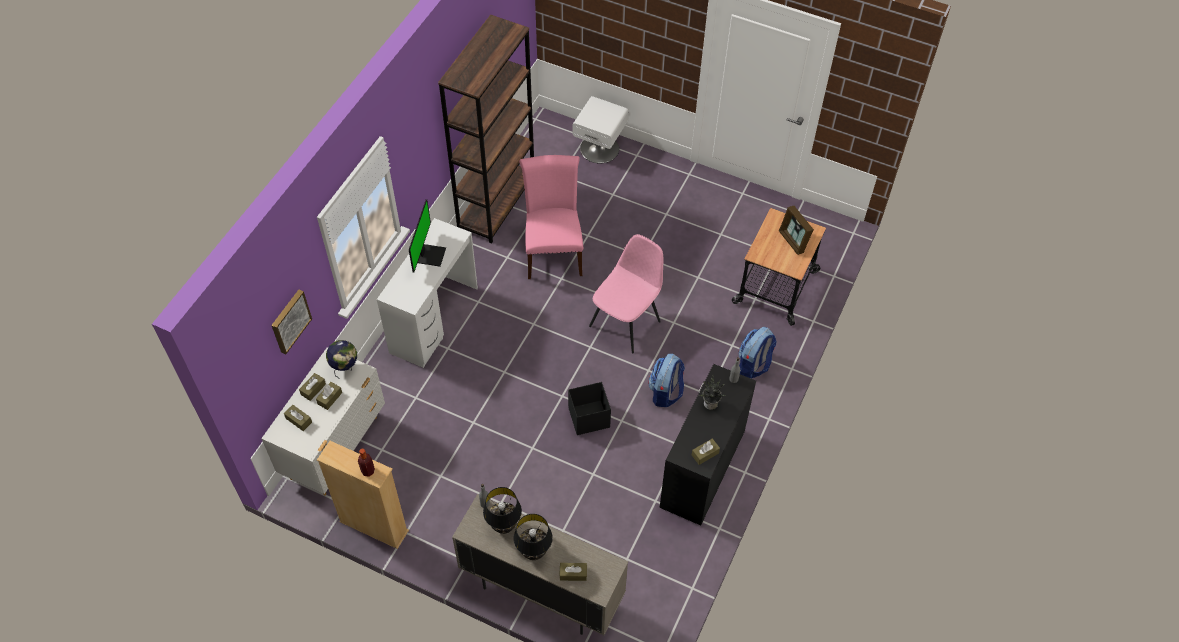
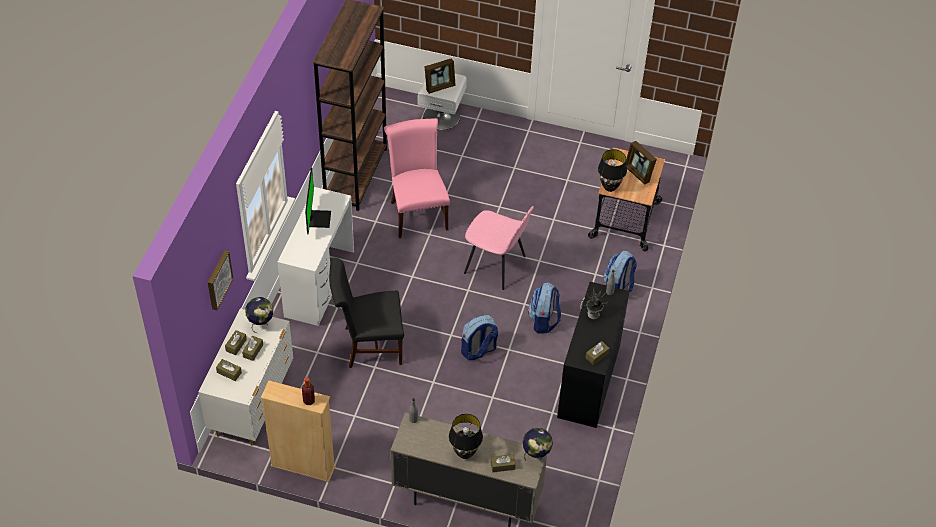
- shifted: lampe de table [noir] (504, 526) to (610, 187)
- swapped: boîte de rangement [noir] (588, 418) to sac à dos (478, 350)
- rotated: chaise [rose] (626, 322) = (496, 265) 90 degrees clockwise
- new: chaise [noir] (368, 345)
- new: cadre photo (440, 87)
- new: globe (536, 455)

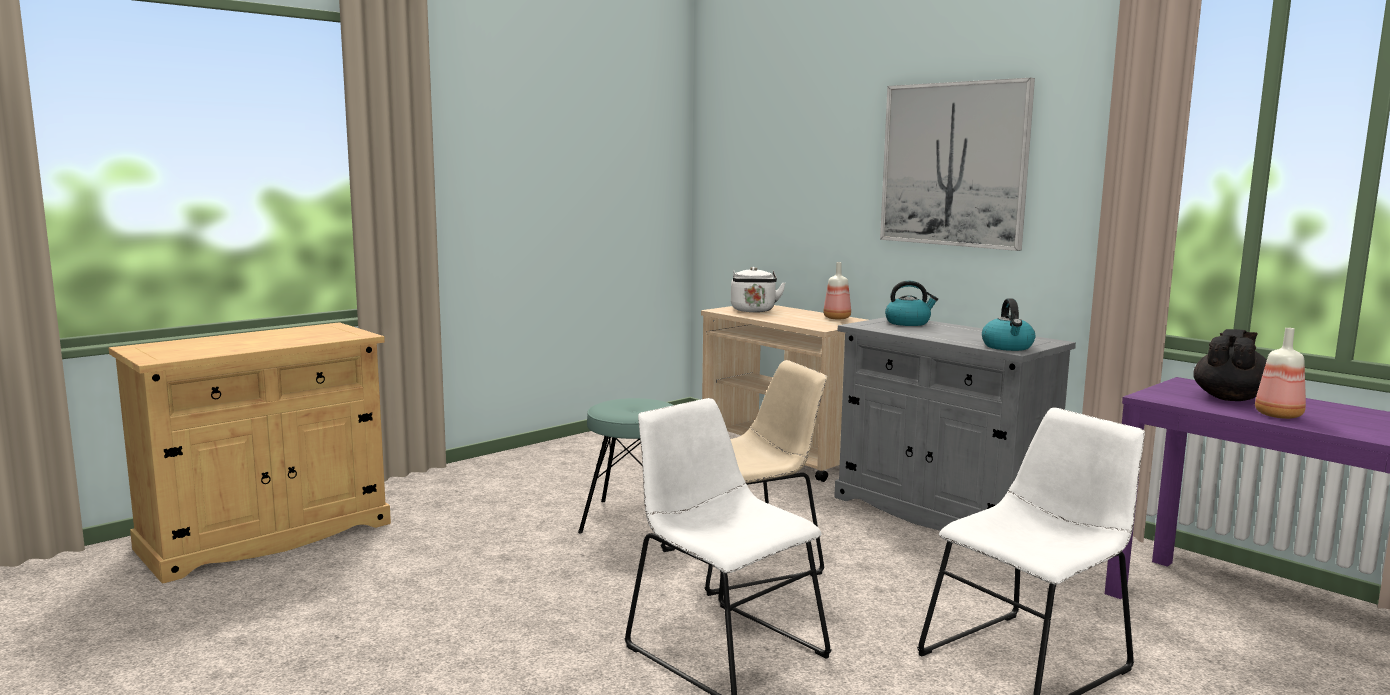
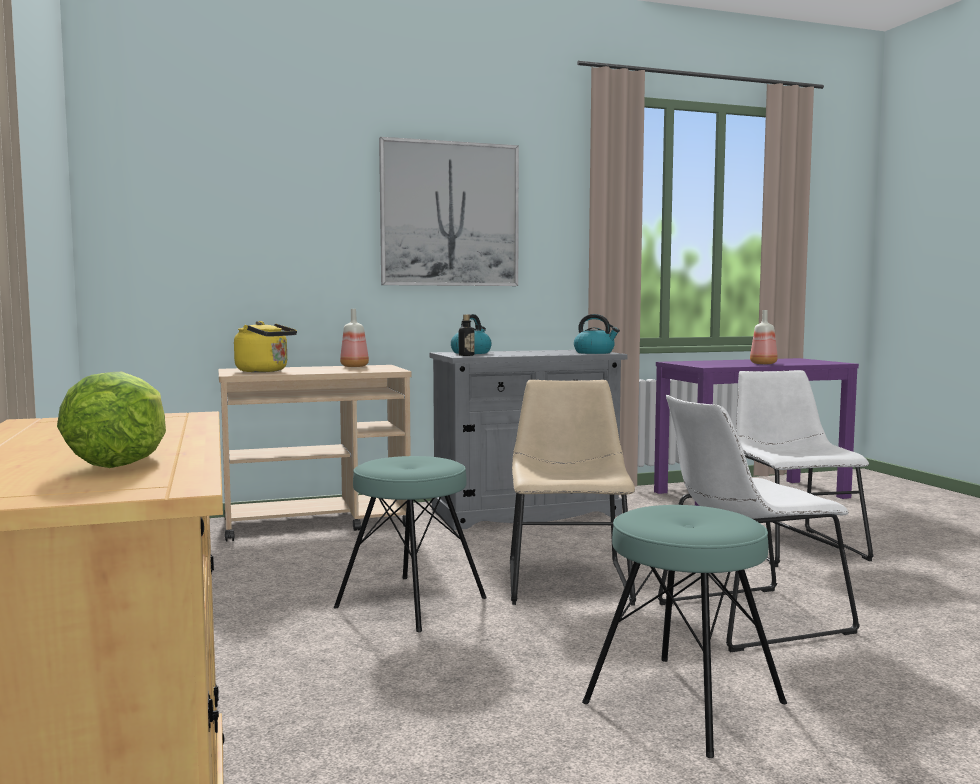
- repainted: bouilloire [blanc] (753, 311) to bouilloire [jaune] (265, 371)
- gone: théière [noir] (1231, 398)
- new: laitue (120, 462)
- new: bouteille (466, 355)
- new: tabouret [turquoise] (684, 703)

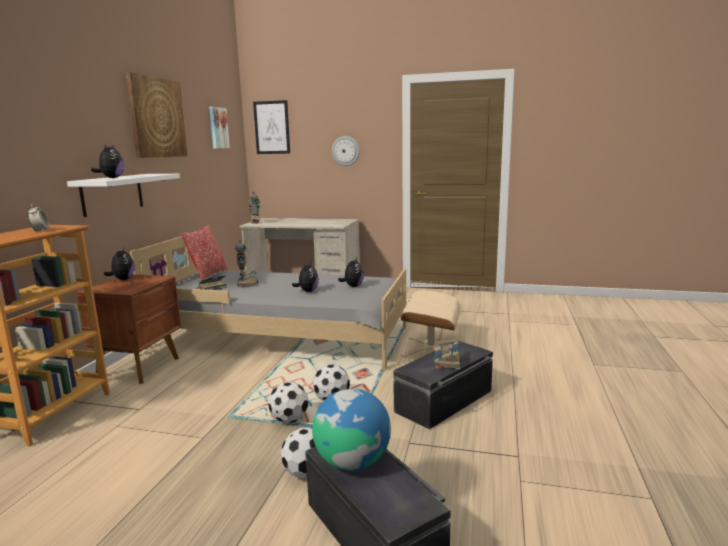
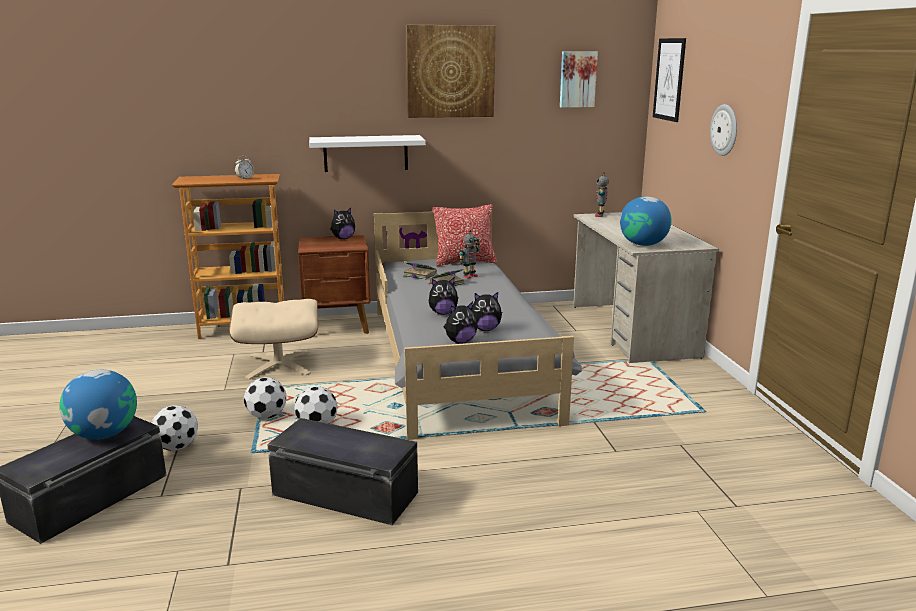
- shifted: peluche (111, 178) to (460, 341)
- shifted: pouf [beige] (430, 348) to (279, 364)
- gone: livre (447, 362)
- new: globe (643, 244)

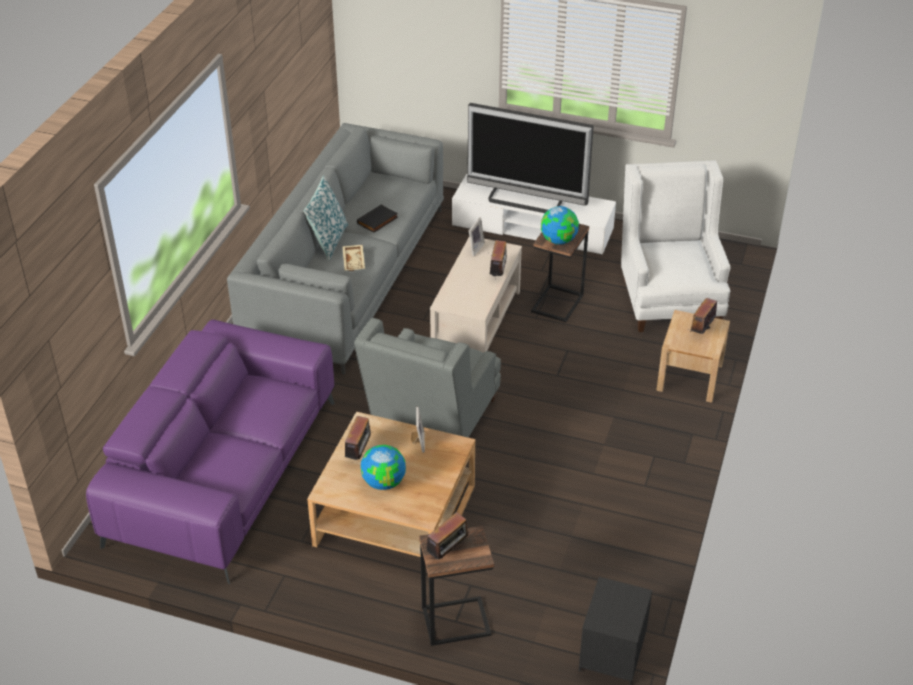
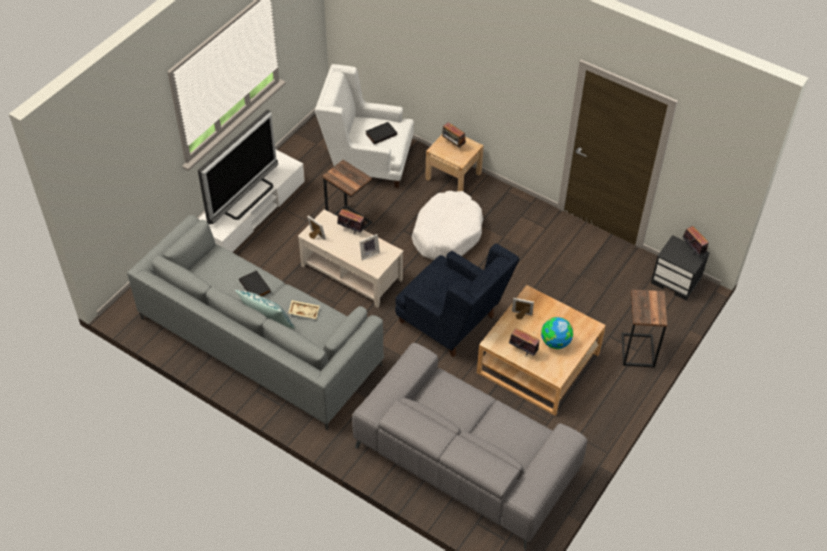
- repainted: canapé [violet] (223, 471) to canapé [gris] (465, 459)
- repainted: fauteuil [gris] (432, 423) to fauteuil [bleu] (453, 323)
- shifted: radio (448, 552) to (693, 249)
- gone: globe (559, 240)
- new: cadre photo (369, 253)
- new: livre [noir] (381, 134)
- new: panier pour chien [blanc] (447, 233)

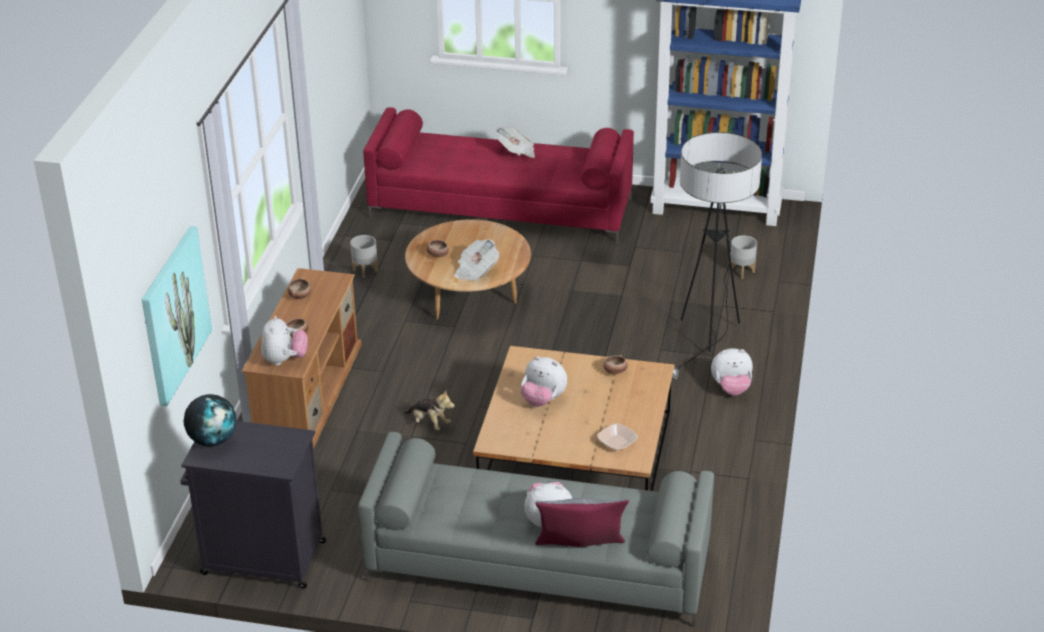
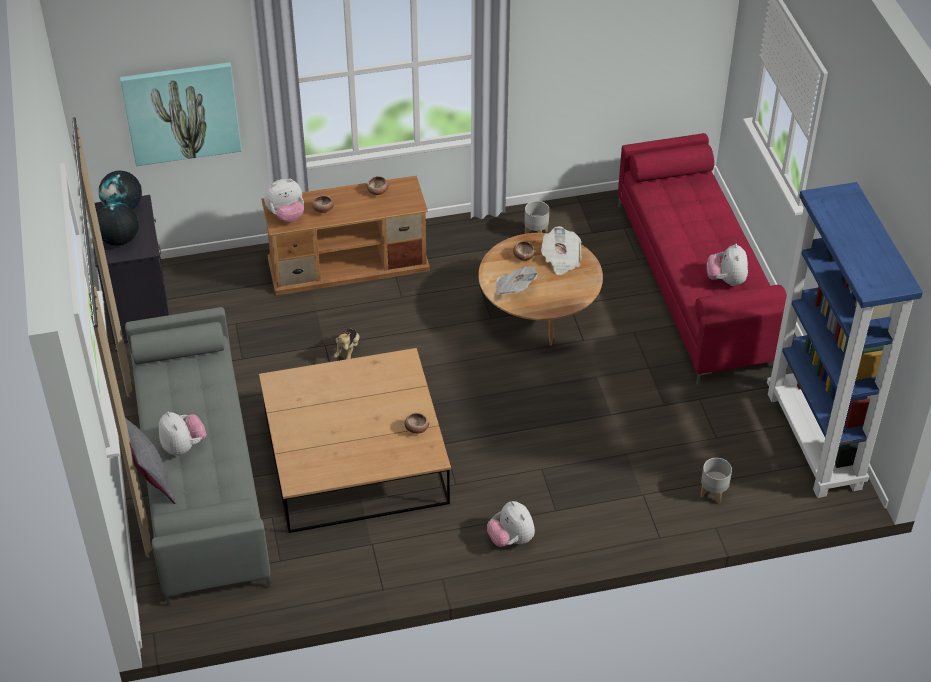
- shifted: journal (516, 152) to (561, 260)
- shifted: peluche (543, 400) to (726, 280)
- gone: bol (617, 442)
- gone: lampadaire (708, 337)
- new: globe (119, 240)

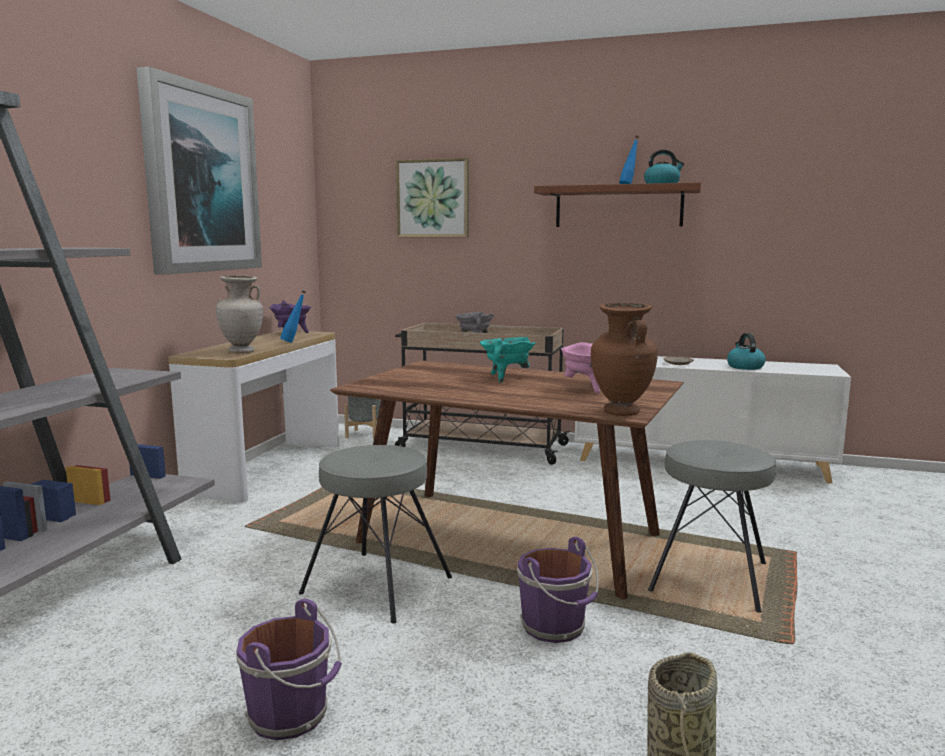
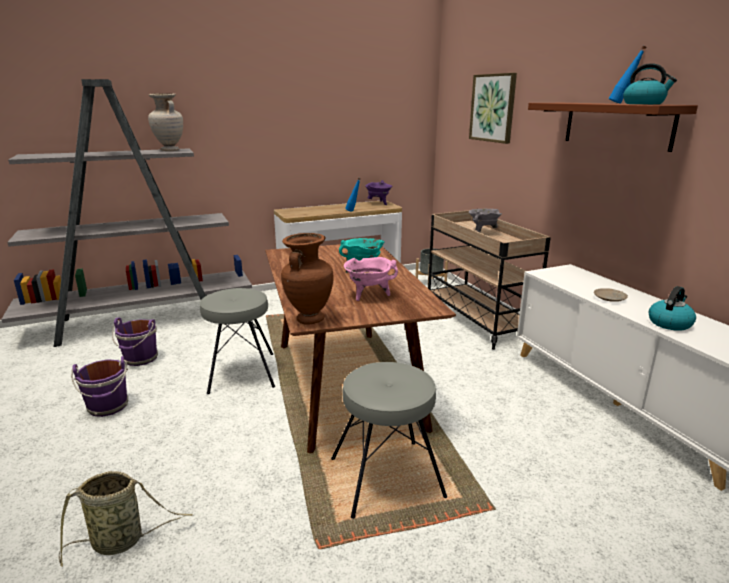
- gone: tableau (201, 180)
- shifted: vase [beige] (242, 352) to (169, 150)
- shifted: seau [violet] (556, 627) to (140, 359)

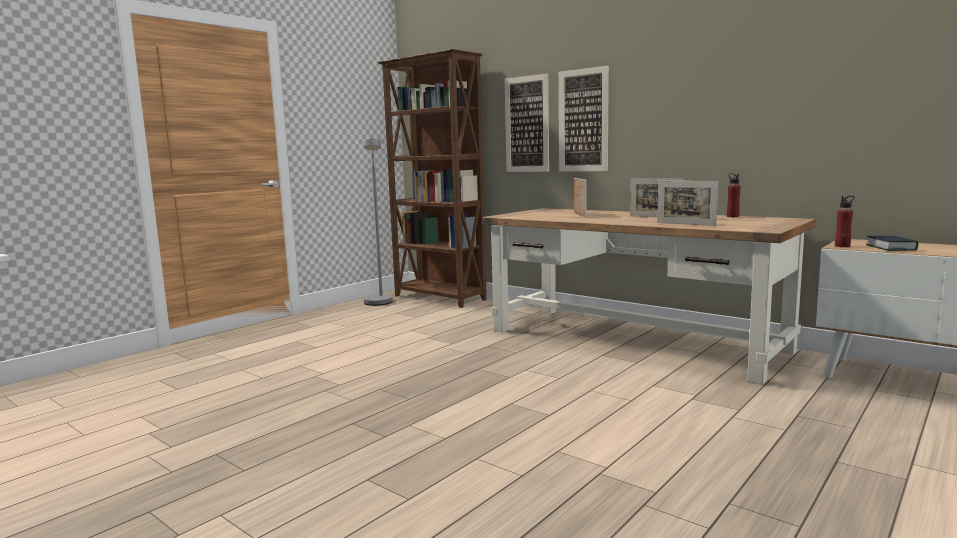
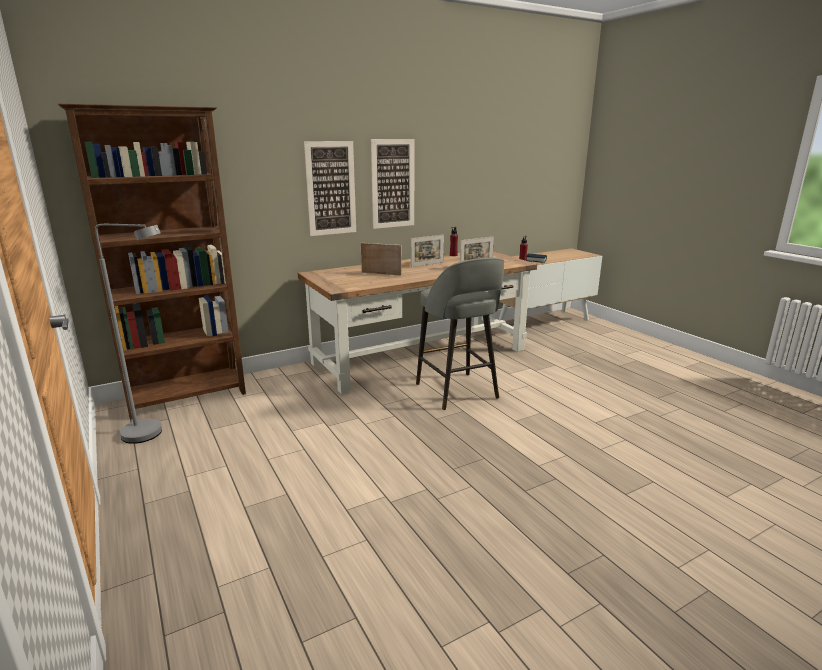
- shifted: tableau (527, 124) to (393, 184)
- new: tabouret [gris] (457, 392)

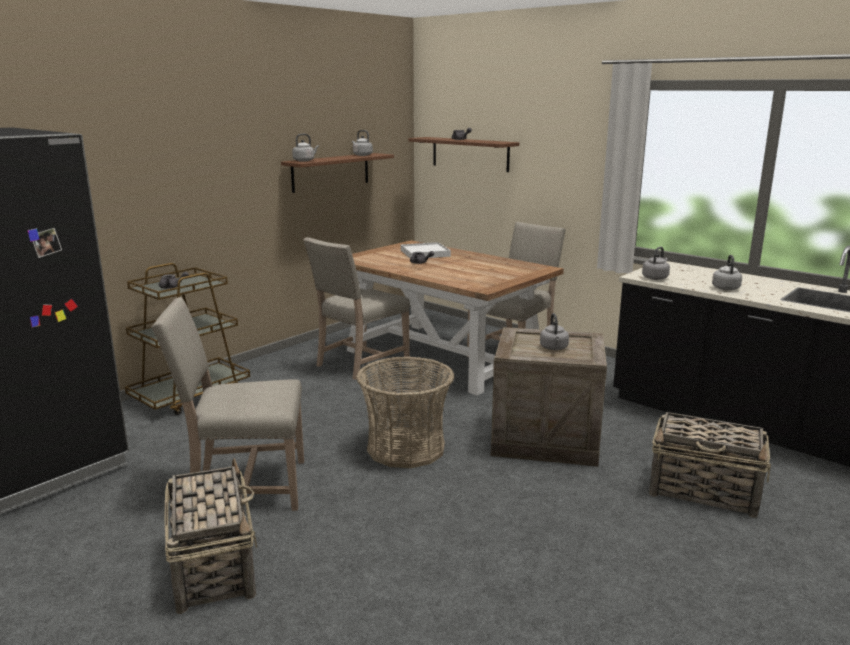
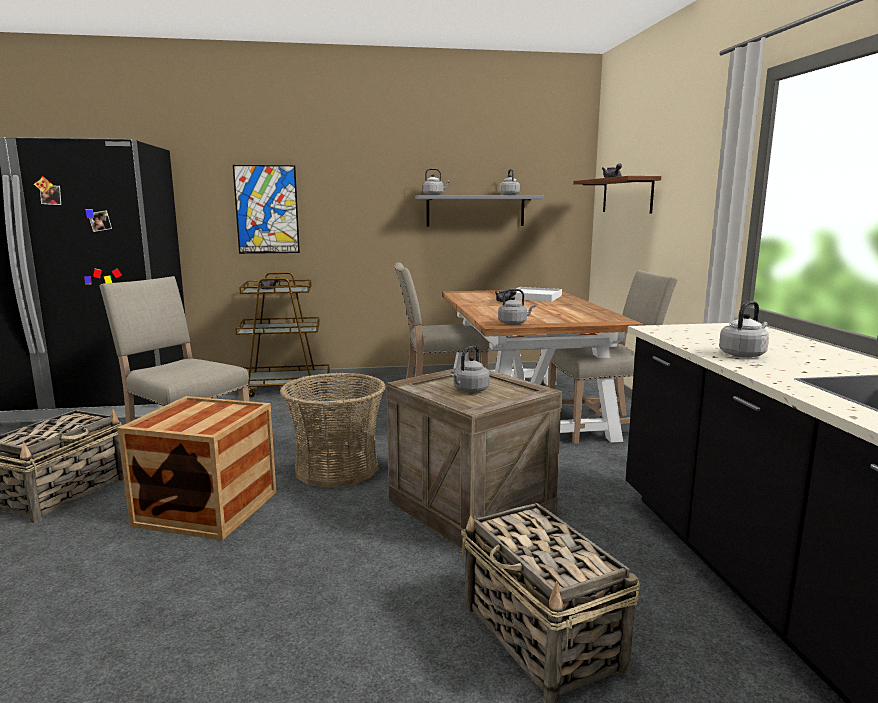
- repainted: étagère [marron] (331, 172) to étagère [gris] (475, 210)
- shifted: bouilloire [gris] (655, 278) to (514, 323)
- new: caisse (207, 508)
- new: tableau (267, 209)

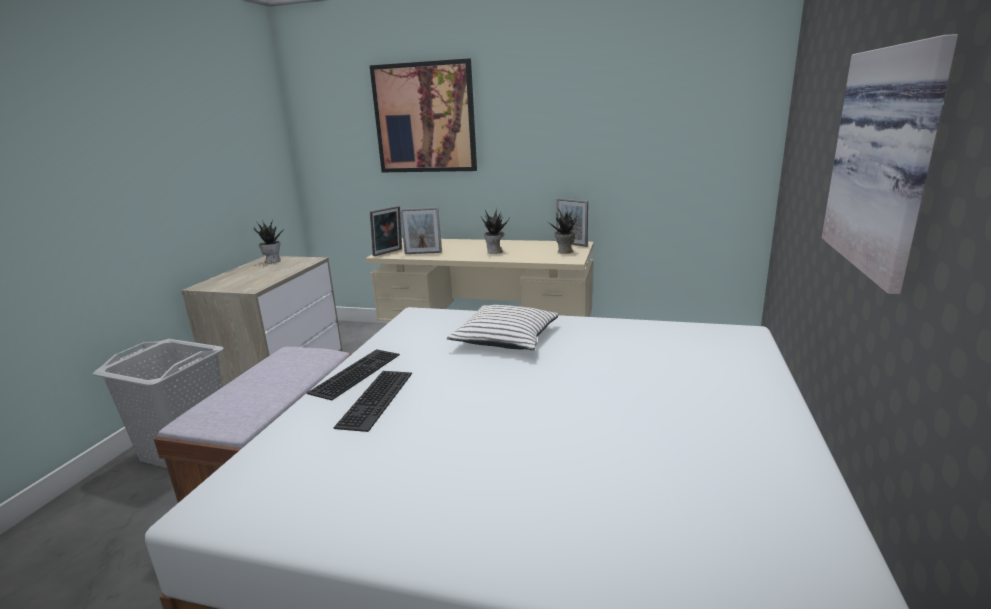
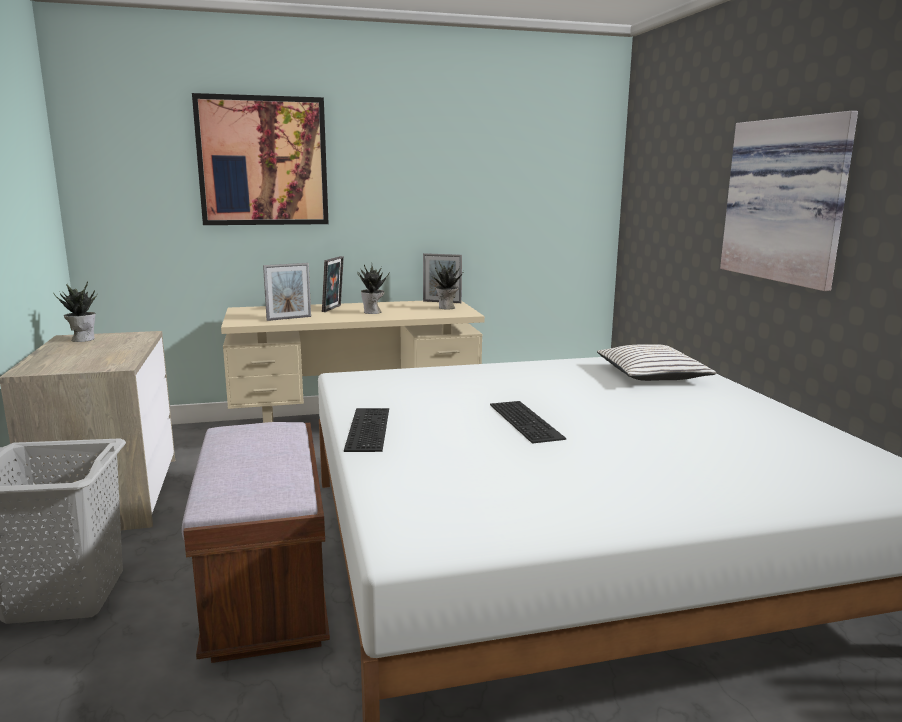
- shifted: clavier (378, 399) to (528, 421)
- shifted: cadre photo (388, 252) to (333, 308)
- shifted: coussin [blanc] (506, 338) to (652, 374)

